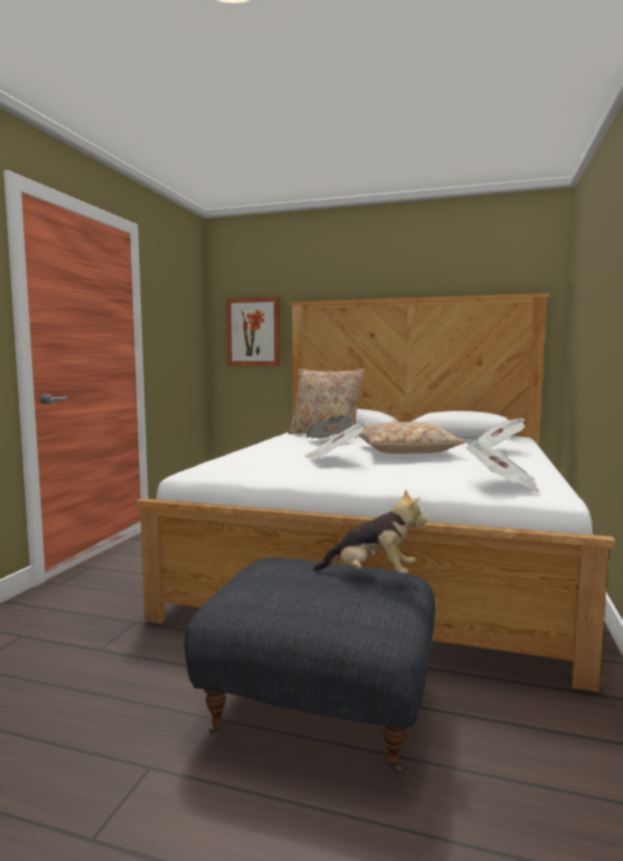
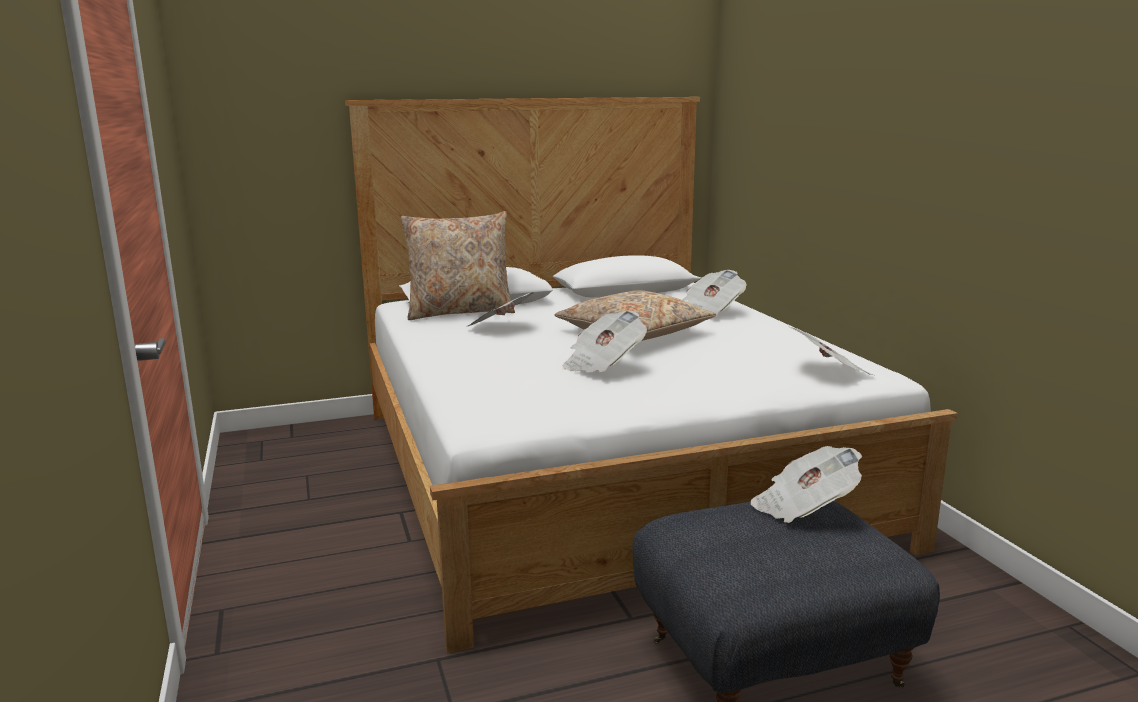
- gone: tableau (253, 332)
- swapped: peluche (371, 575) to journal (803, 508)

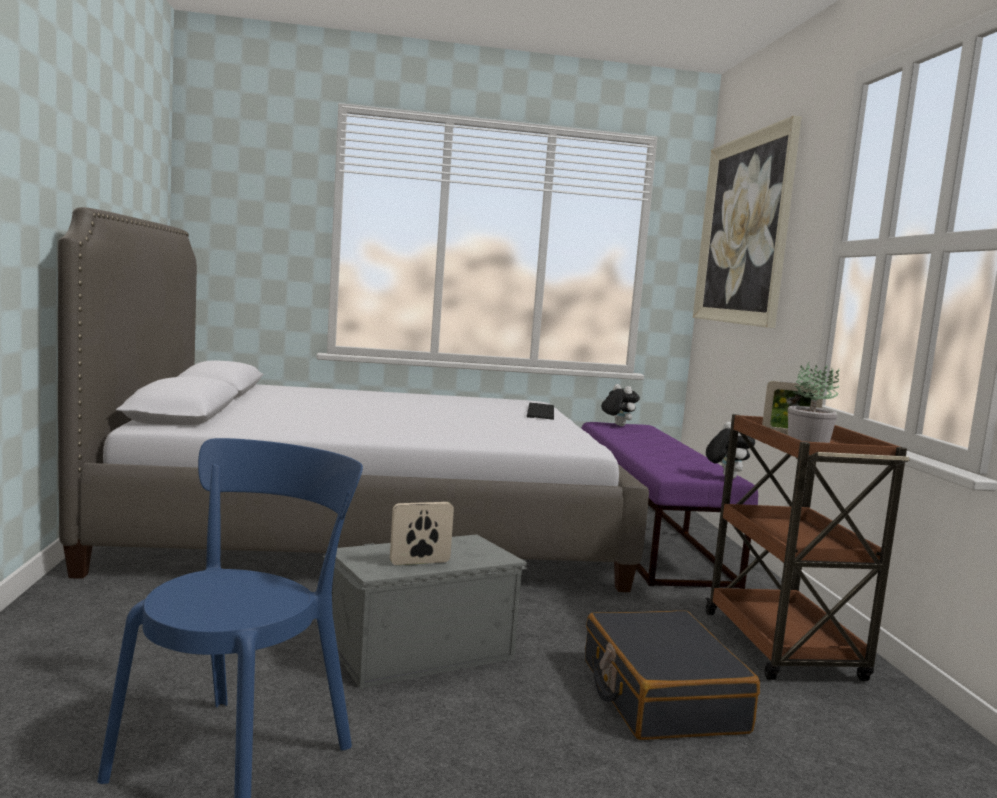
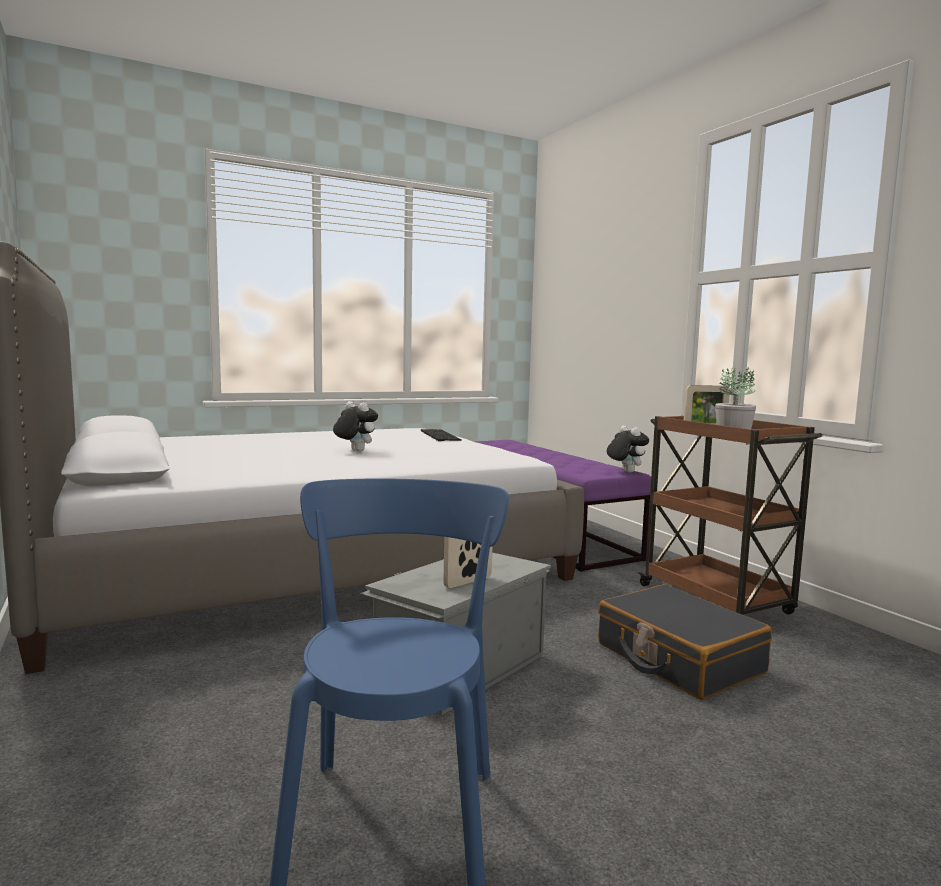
- shifted: peluche (617, 425) to (355, 451)
- gone: tableau (744, 230)

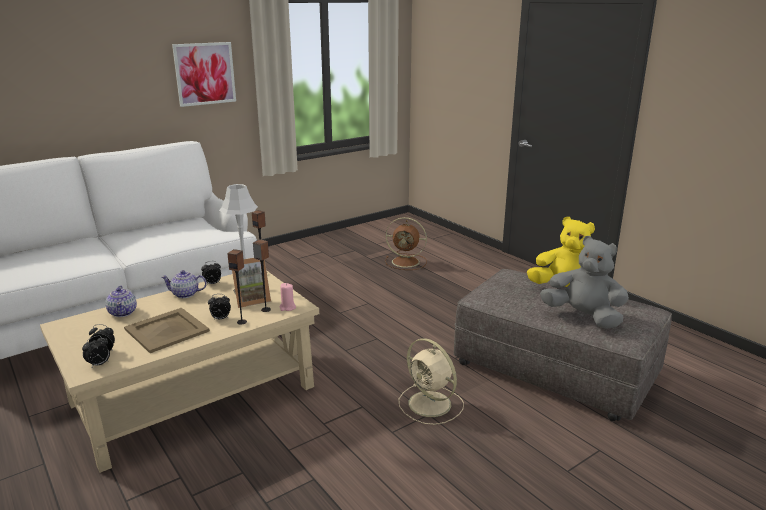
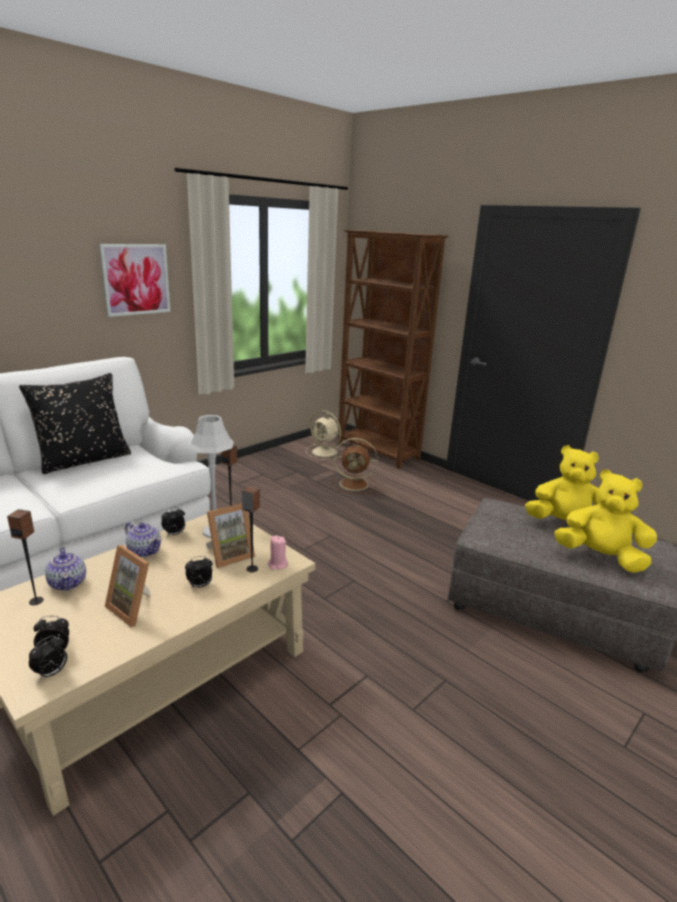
- swapped: plateau [beige] (167, 330) to cadre photo (135, 608)
- rotated: théière (185, 294) = (144, 551) 135 degrees counterclockwise
- shifted: enceinte (242, 322) to (36, 601)
- shifted: ventilateur [beige] (431, 405) to (325, 452)
- repainted: peluche [gris] (583, 317) to peluche [jaune] (600, 557)
- new: coussin [noir] (84, 460)
- new: bibliothèque [marron] (377, 452)

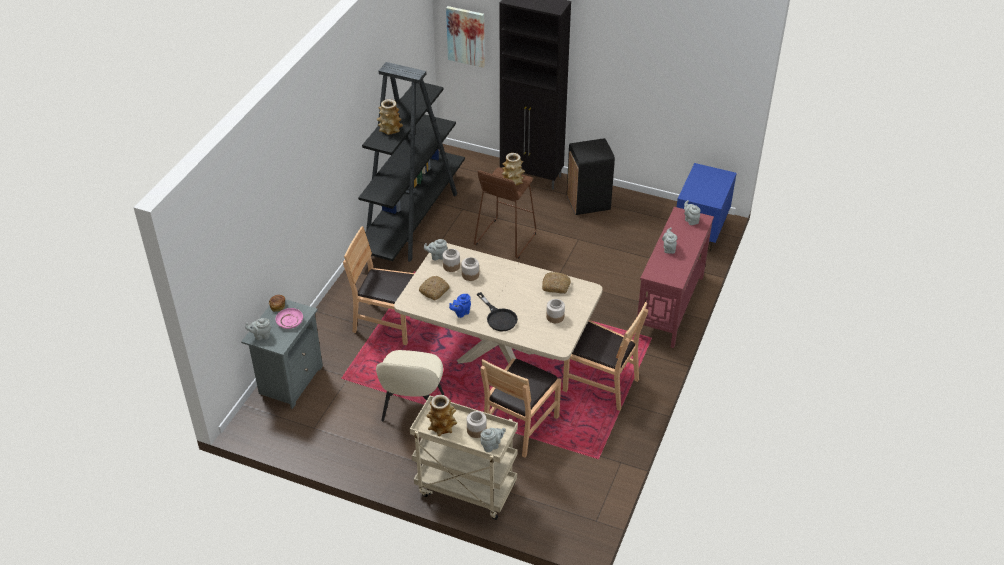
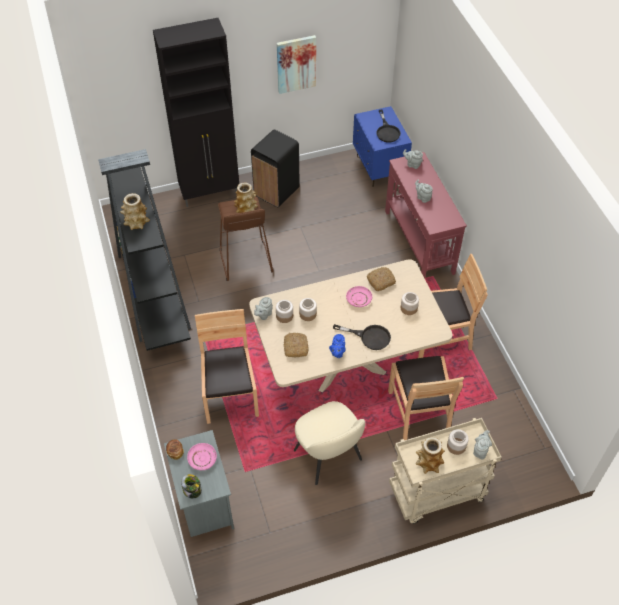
- swapped: théière [gris] (261, 336) to bocal (192, 490)
- rotated: chaise [marron] (388, 322) = (230, 395) 105 degrees clockwise
- shifted: tableau (466, 36) to (296, 64)
- new: assiette [rose] (358, 299)
- new: poêle [noir] (387, 131)

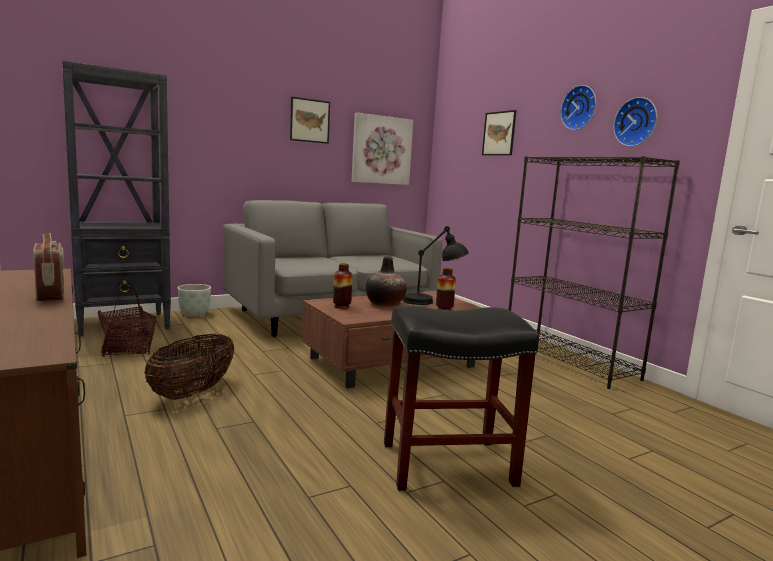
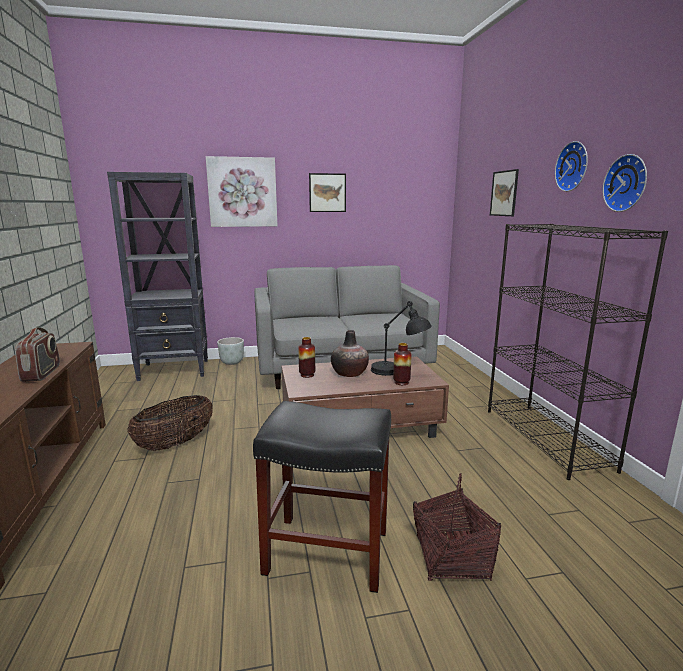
- shifted: panier (127, 349) to (451, 558)
- shifted: tableau (381, 150) to (242, 192)

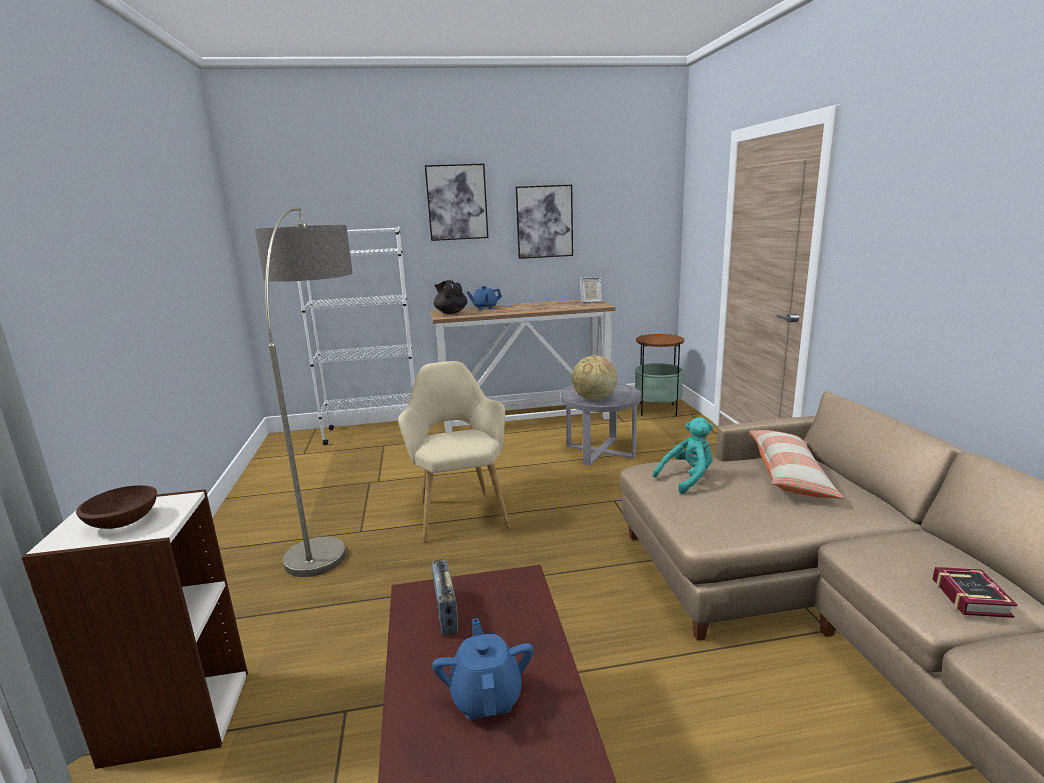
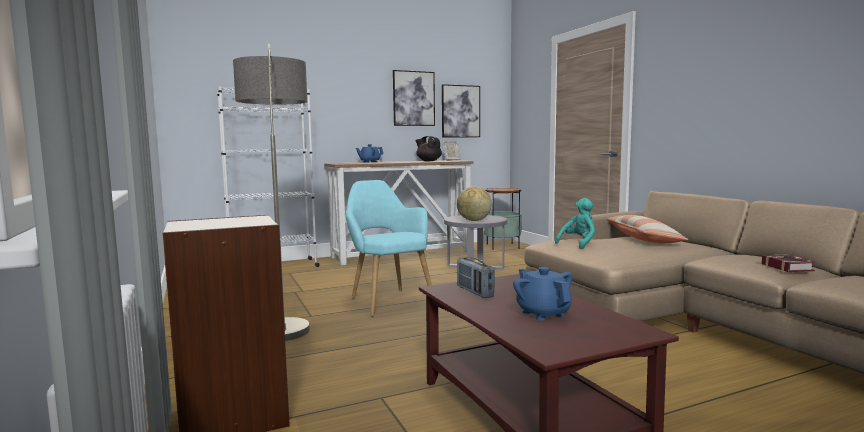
- gone: bol [marron] (123, 522)
- repainted: fauteuil [beige] (459, 511) to fauteuil [turquoise] (388, 300)
- shifted: tableau (457, 202) to (460, 111)
- shifted: théière [noir] (451, 312) to (428, 161)

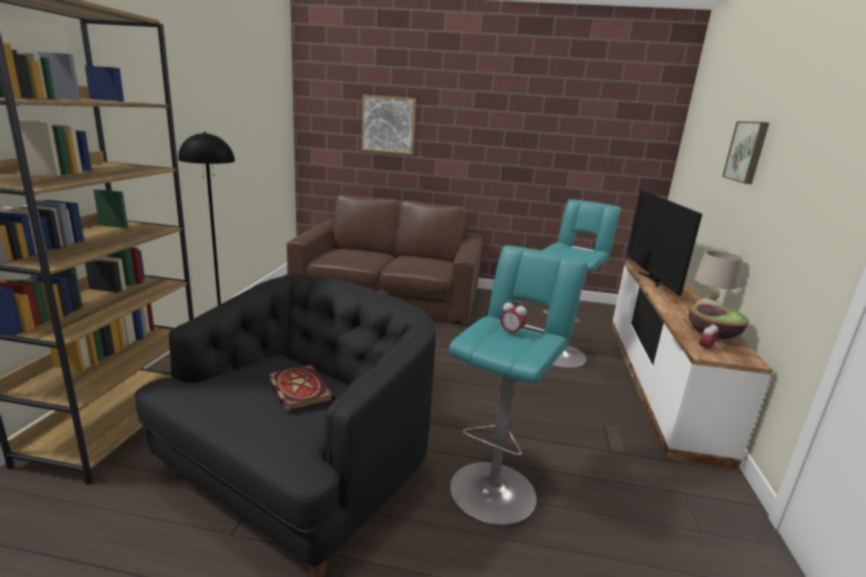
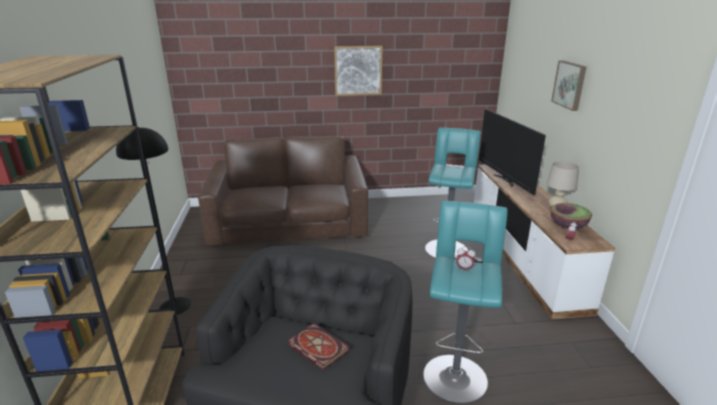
- shifted: tableau (388, 124) to (358, 70)

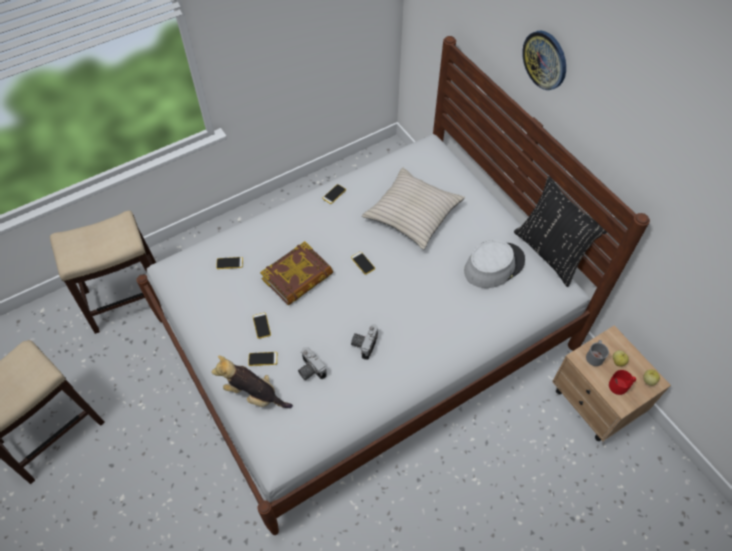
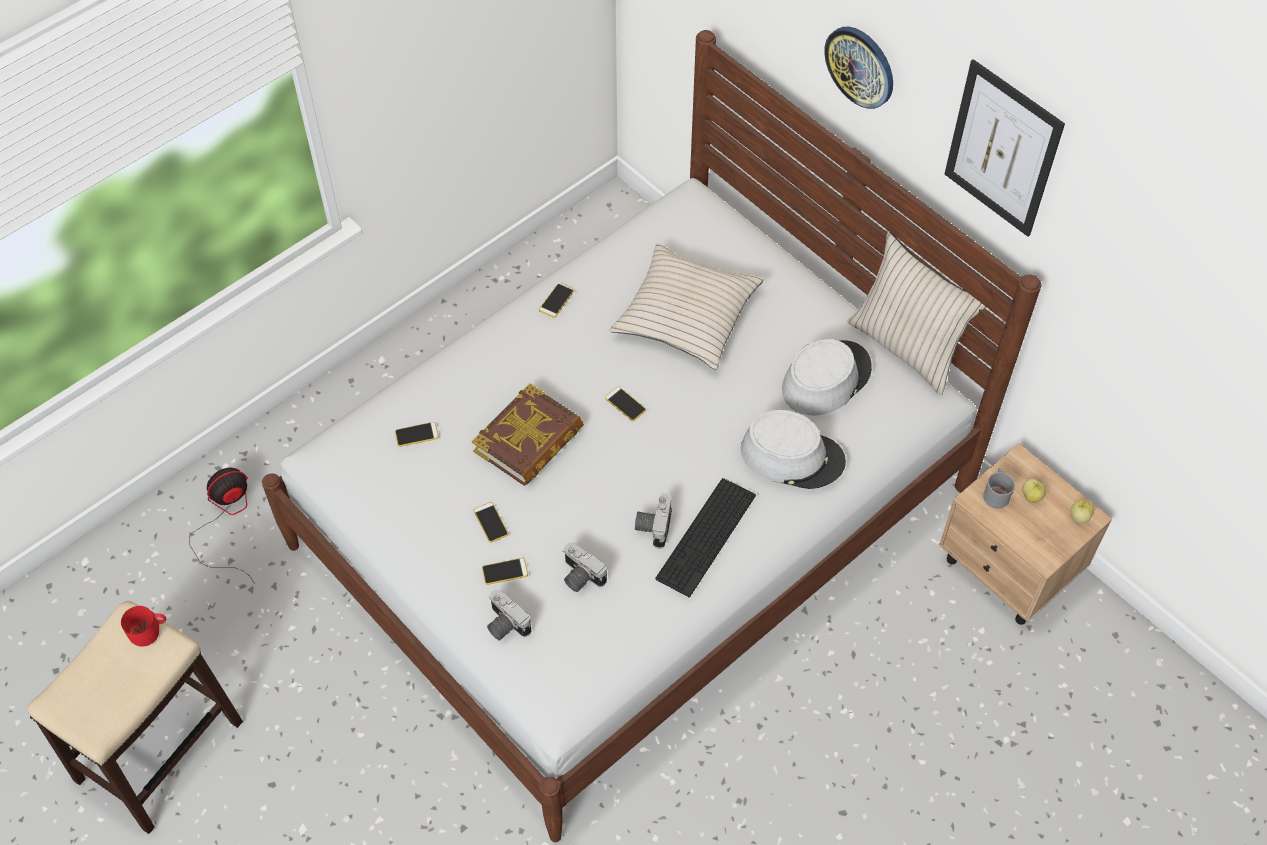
- swapped: tabouret (128, 298) to ventilateur (226, 520)
- swapped: peluche (254, 394) to appareil photo (504, 625)
- repainted: coussin [noir] (549, 253) to coussin [beige] (906, 347)
- shifted: mug [rouge] (620, 386) to (149, 632)
- new: clavier (706, 536)
- new: chapeau [gris] (792, 455)
- new: tableau (1002, 149)

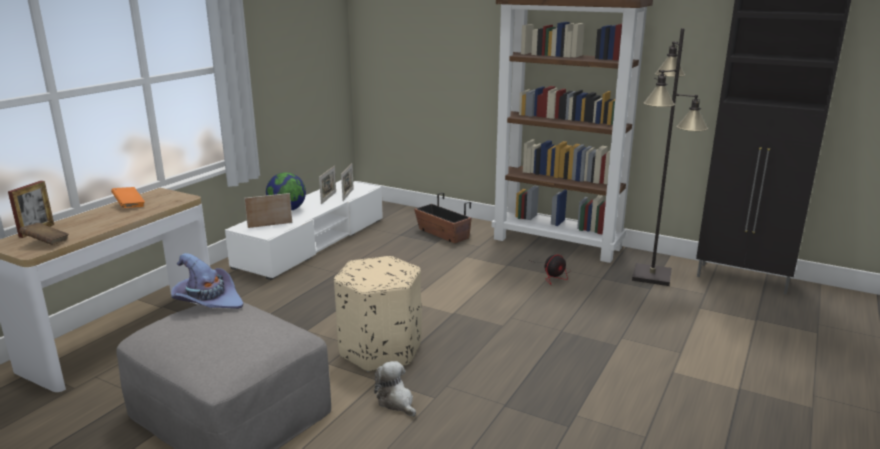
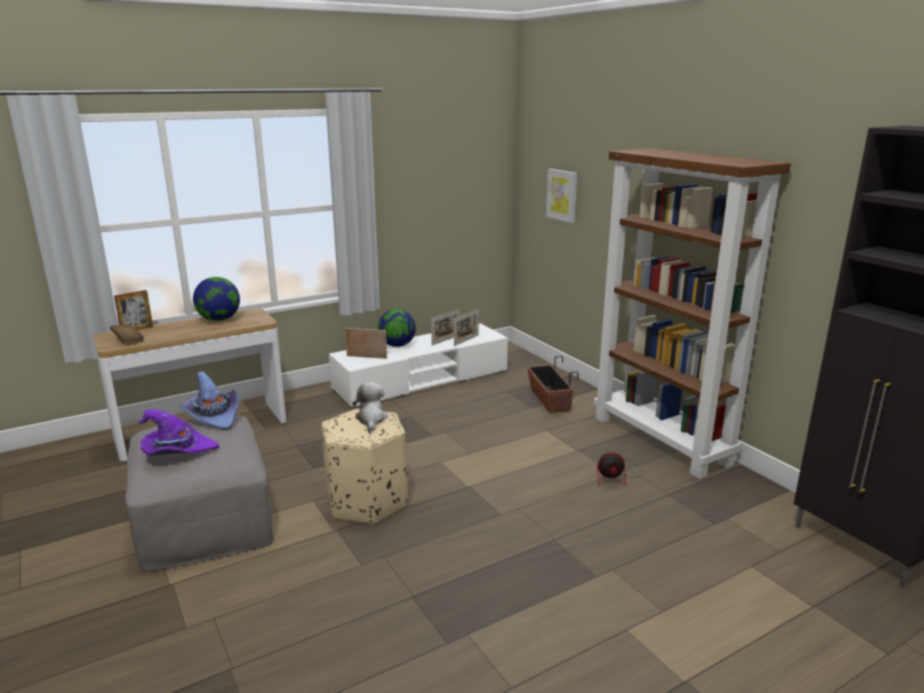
- swapped: livre [orange] (129, 205) to globe (219, 320)
- shifted: peluche (396, 401) to (371, 419)
- gone: lampadaire [noir] (652, 275)
- new: chapeau [violet] (177, 450)
- new: tableau (562, 195)

